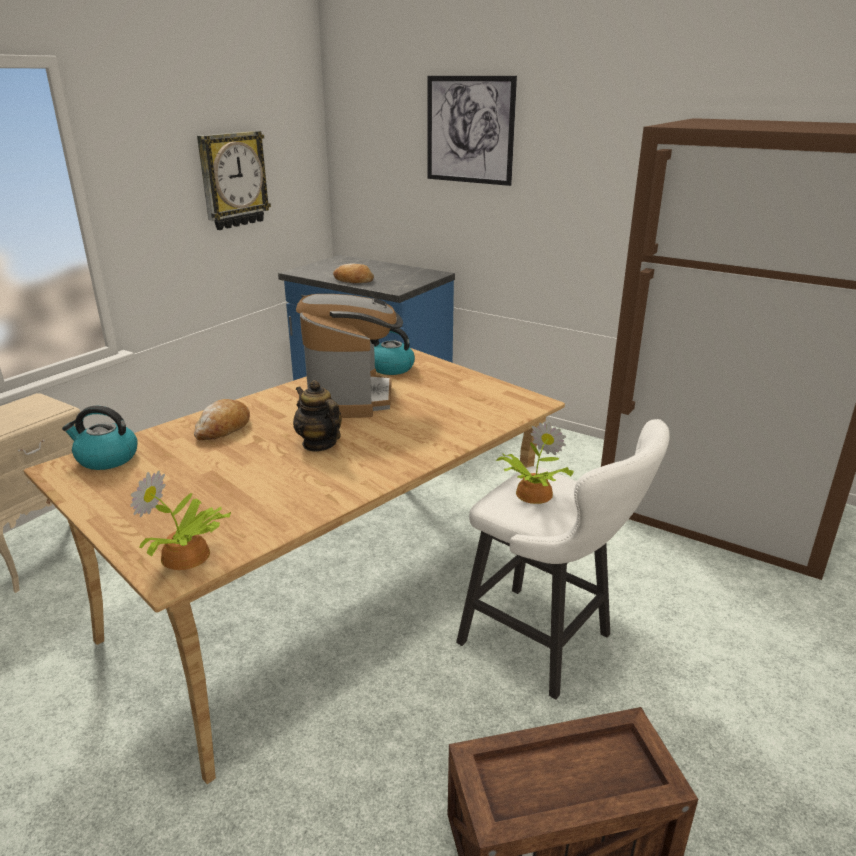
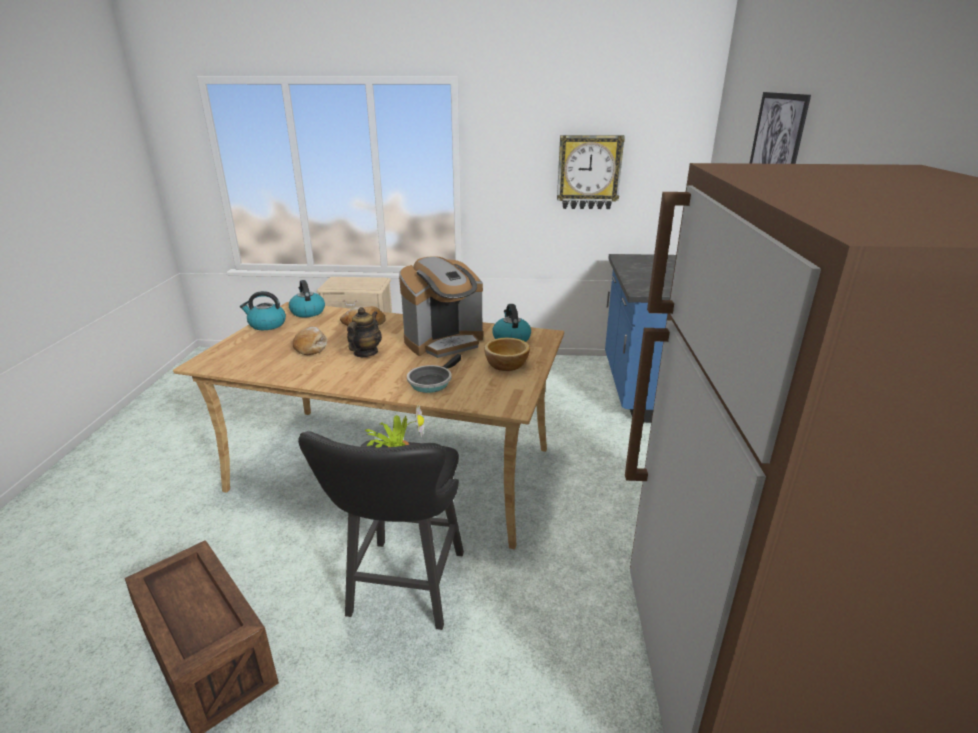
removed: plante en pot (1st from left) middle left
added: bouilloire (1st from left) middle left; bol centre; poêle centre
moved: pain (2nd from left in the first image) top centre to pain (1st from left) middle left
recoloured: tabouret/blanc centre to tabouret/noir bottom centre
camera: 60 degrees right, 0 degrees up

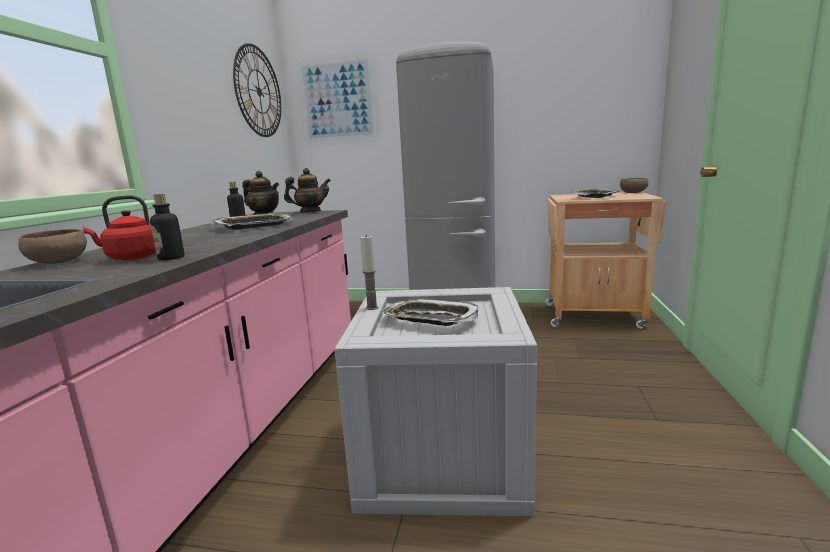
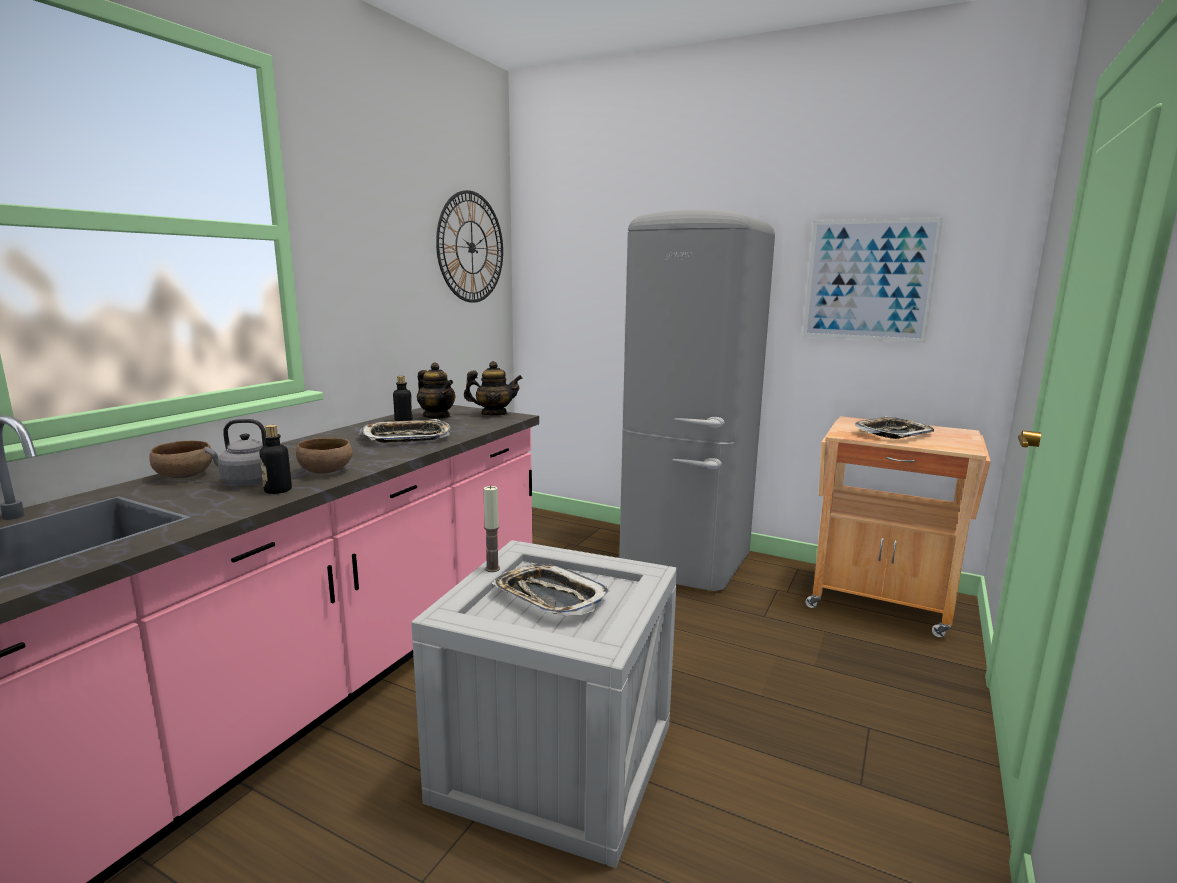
moved: tableau top centre to top right; bol/marron (2nd from left) middle right to middle left
recoloured: bouilloire/rouge middle left to bouilloire/gris middle left
camera: 15 degrees right, 0 degrees up

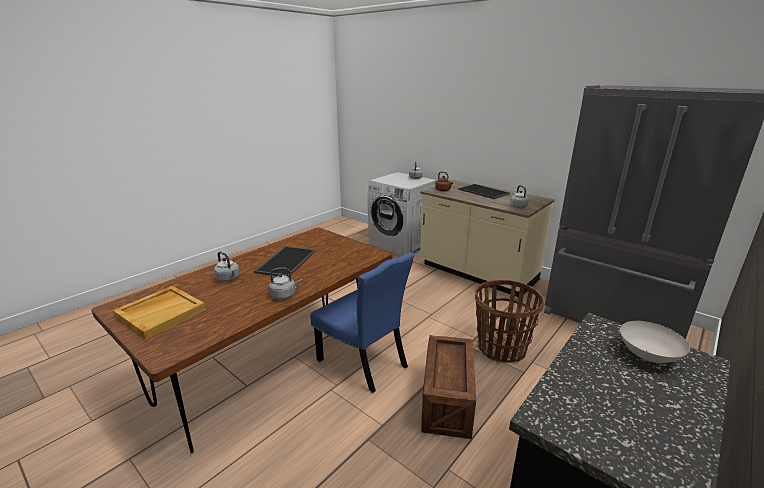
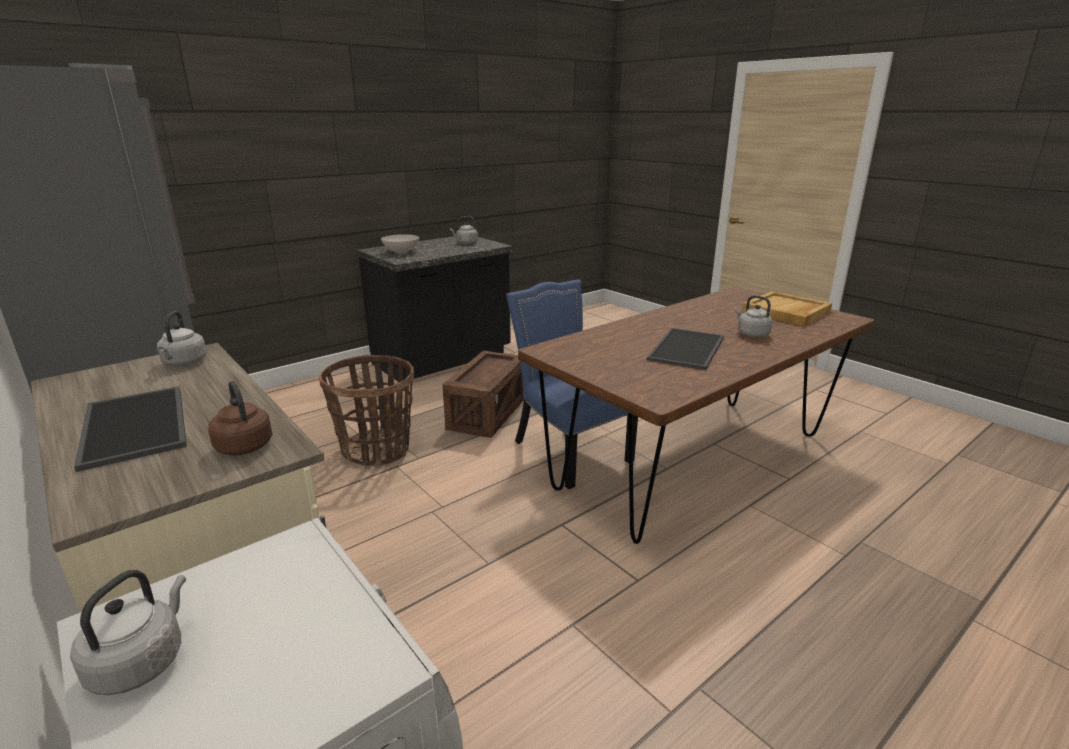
moved: bouilloire/gris (2nd from left in the first image) centre to bouilloire/gris (3rd from left) top centre
camera: 170 degrees left, 0 degrees up

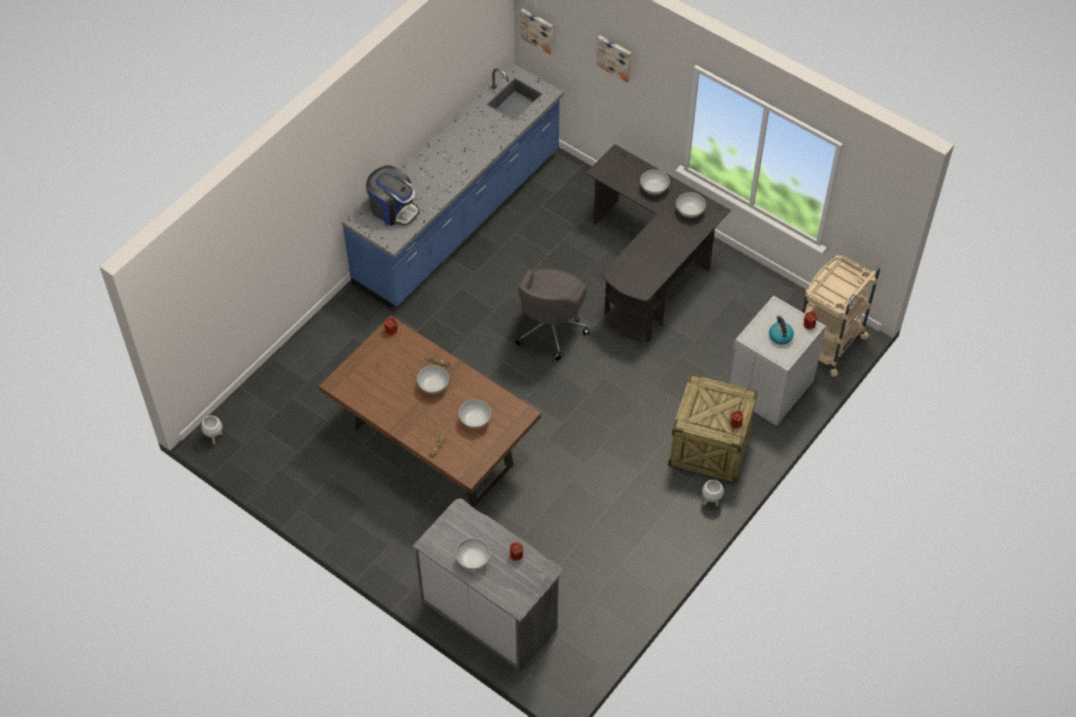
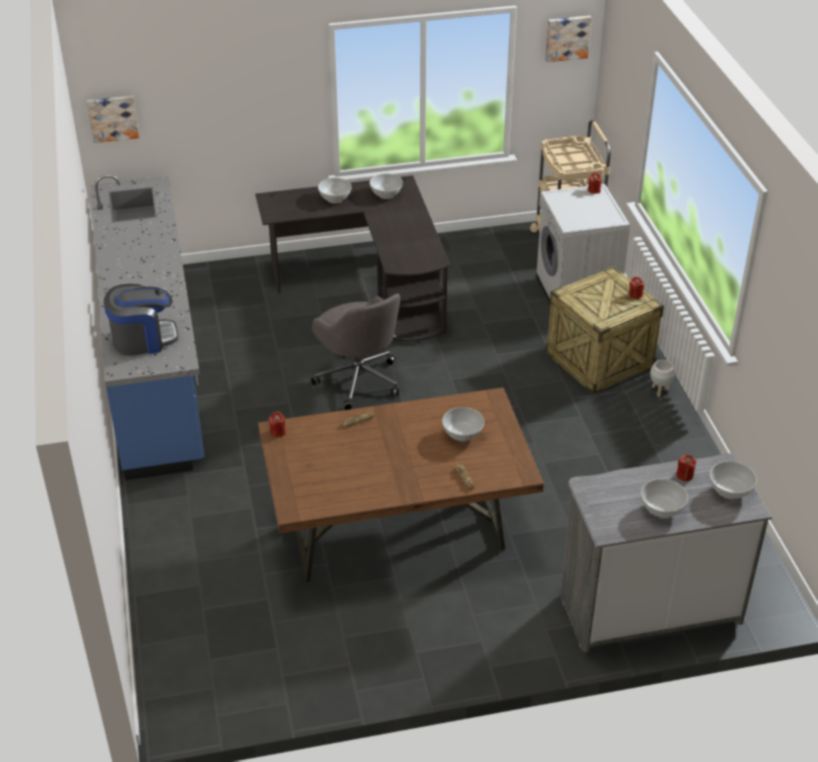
removed: bouilloire middle right; cache-pot/blanc (1st from left) middle left
moved: tableau (2nd from left) top centre to top right; bol/blanc (1st from left in the first image) centre to bol/blanc (5th from left) middle right
camera: 50 degrees left, 15 degrees down

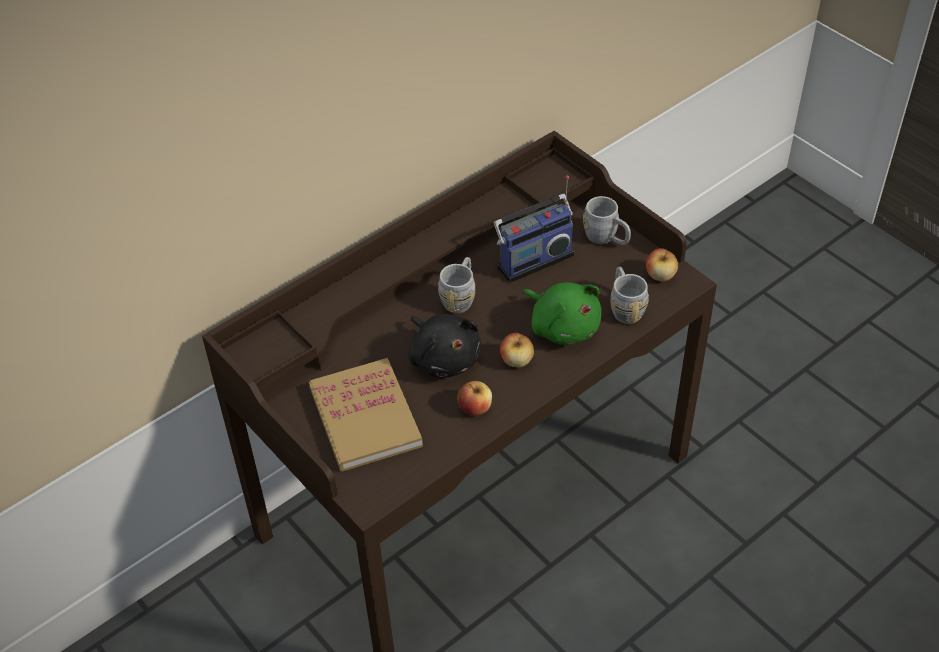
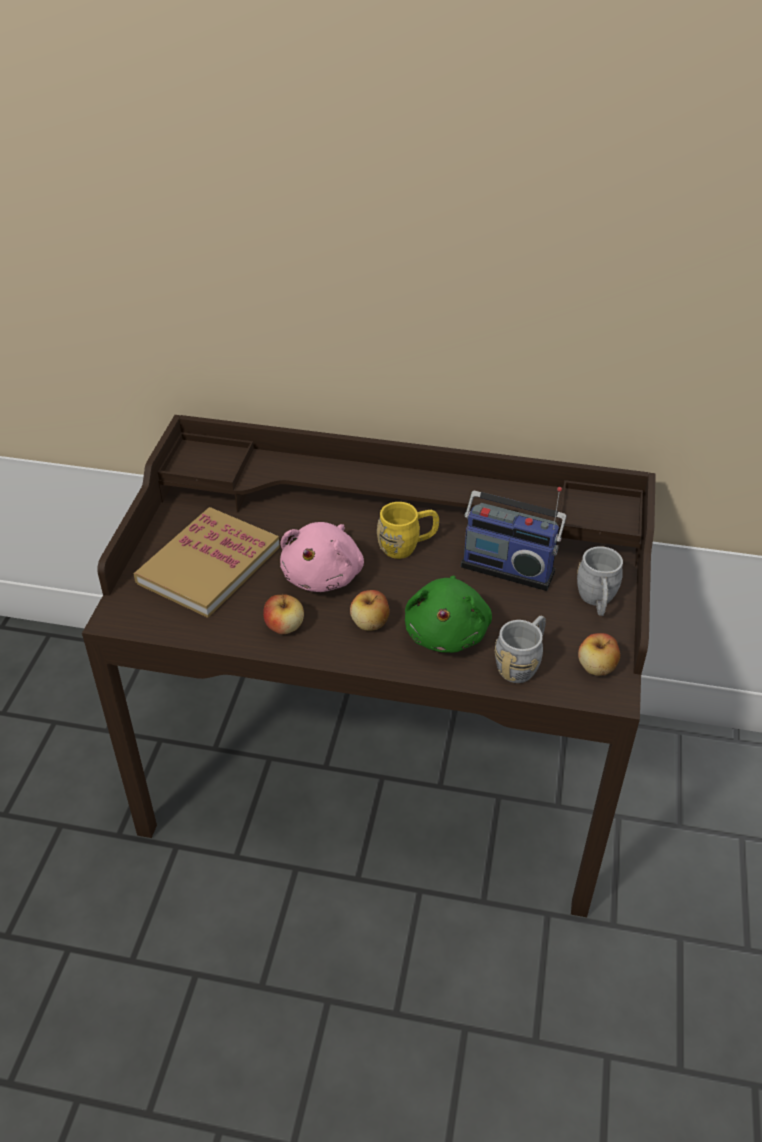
recoloured: mug/gris (1st from left) centre to mug/jaune centre; peluche/noir centre to peluche/rose centre
camera: 50 degrees right, 5 degrees down

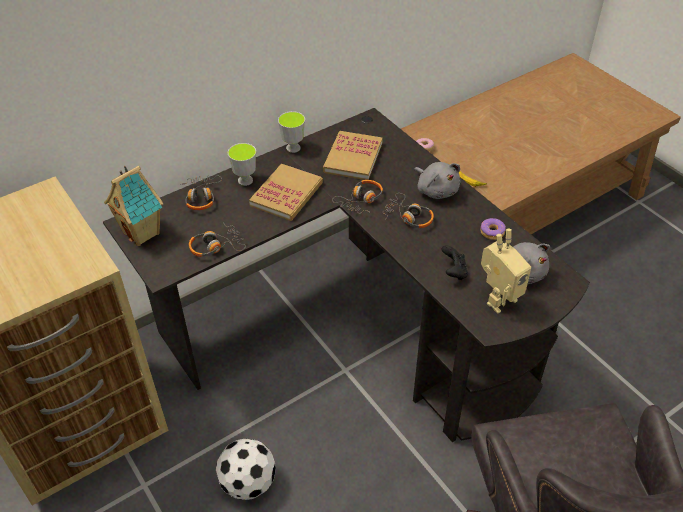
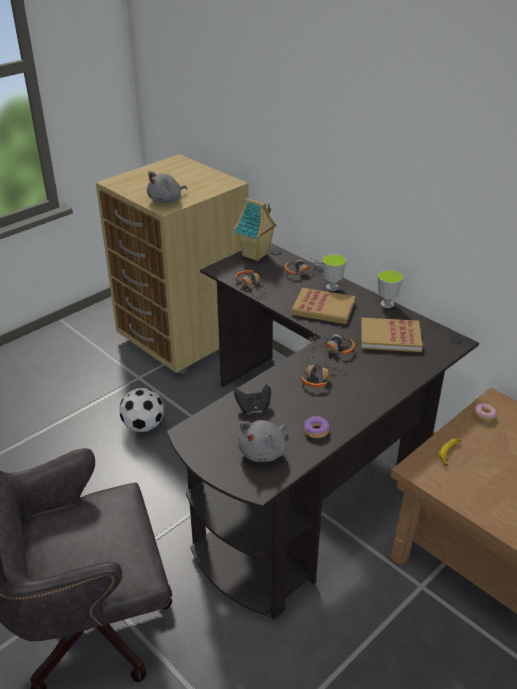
removed: robot jouet middle right
moved: peluche/gris (1st from left) centre to top left
camera: 80 degrees right, 10 degrees down

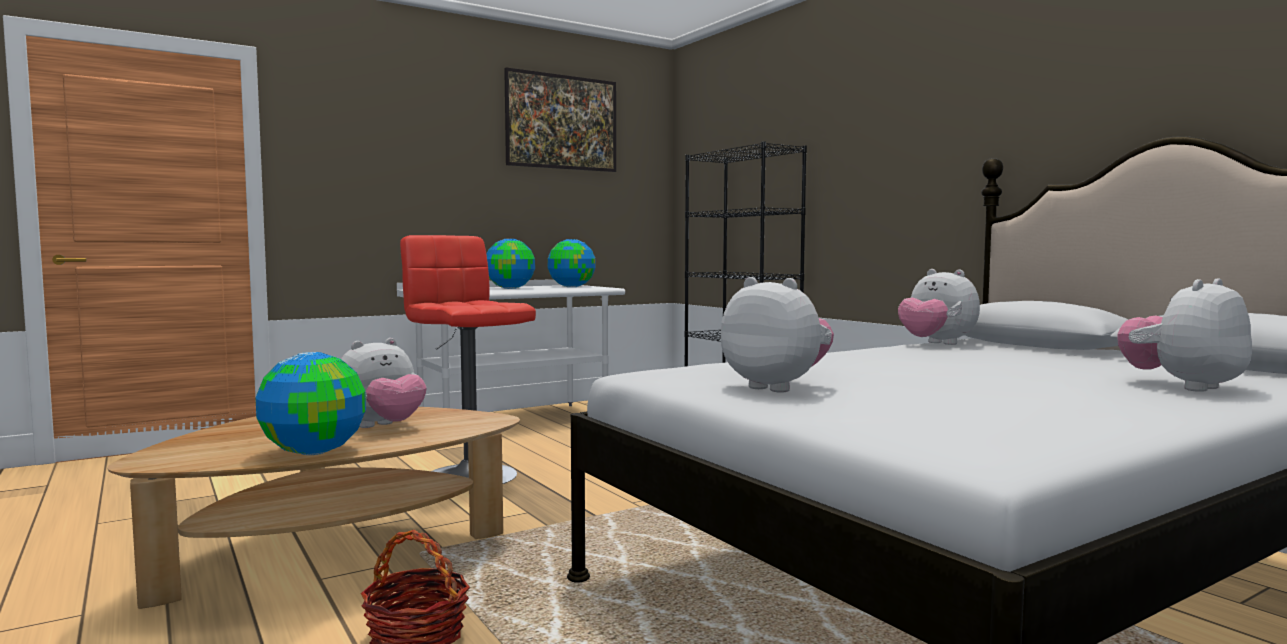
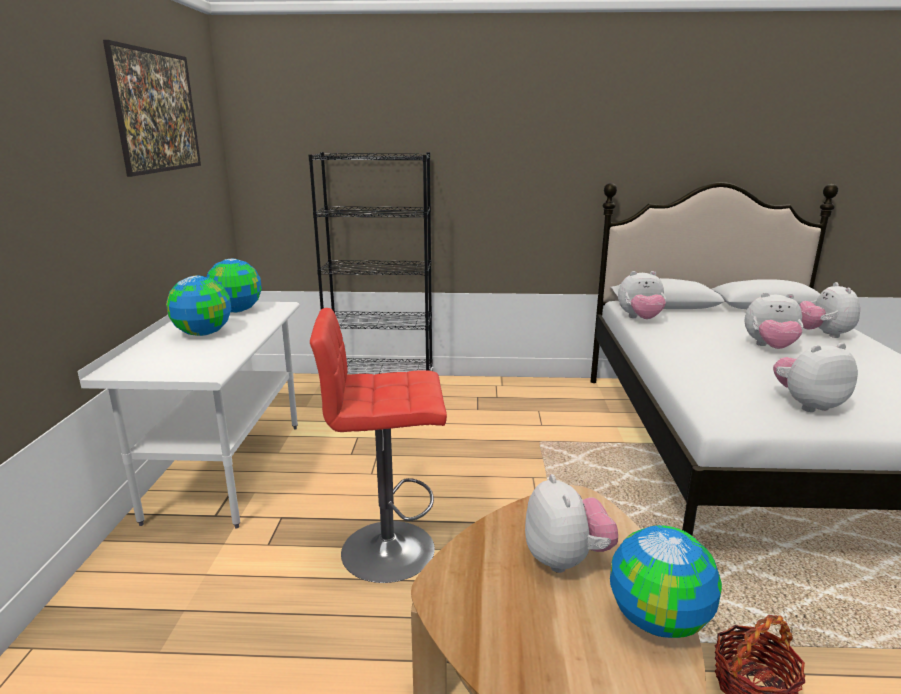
added: peluche (3rd from left) middle right
camera: 55 degrees left, 15 degrees up

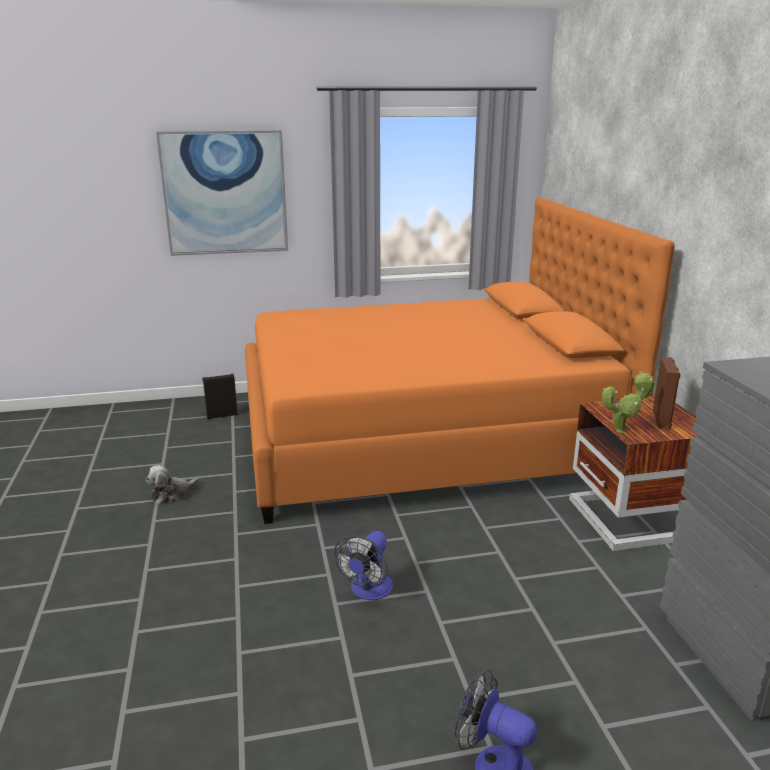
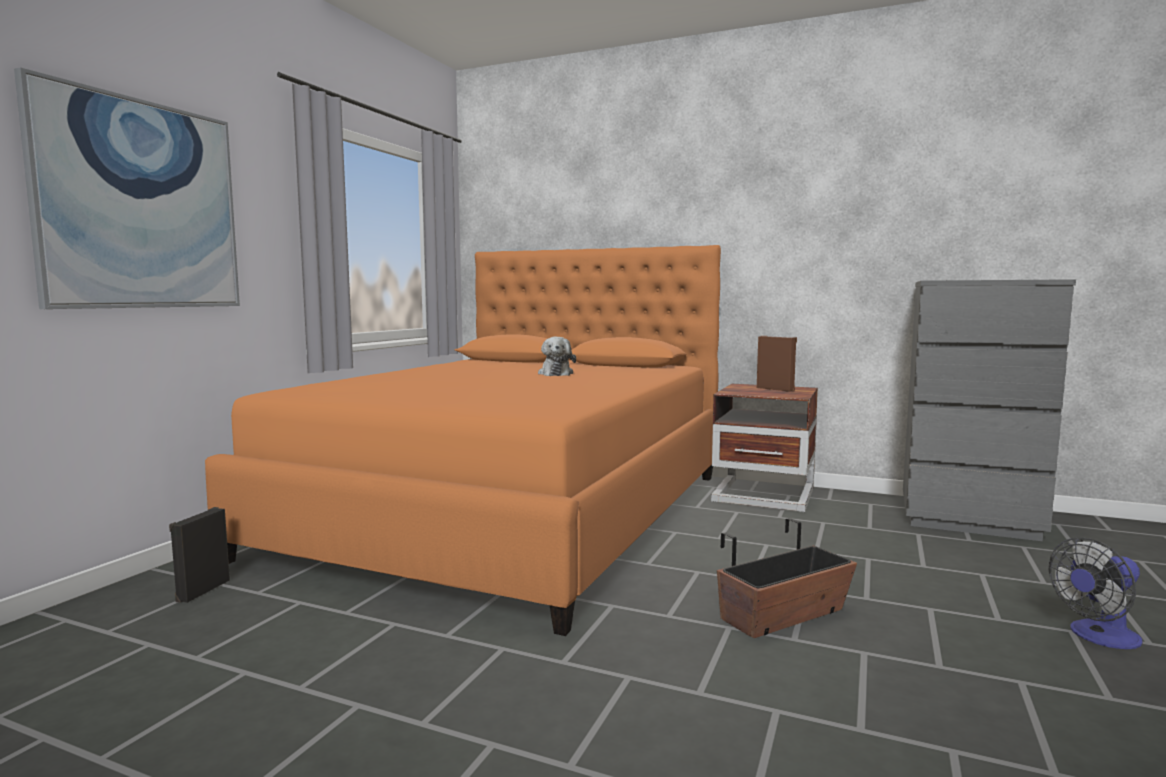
removed: plante en pot middle right
moved: peluche middle left to centre
replaced: ventilateur (1st from left) bottom centre to cache-pot bottom right
camera: 55 degrees left, 15 degrees down

